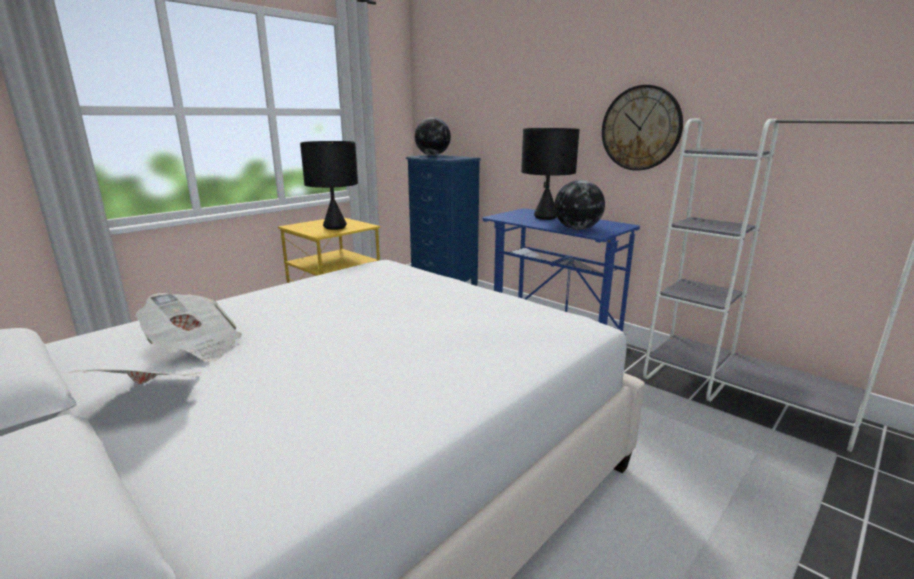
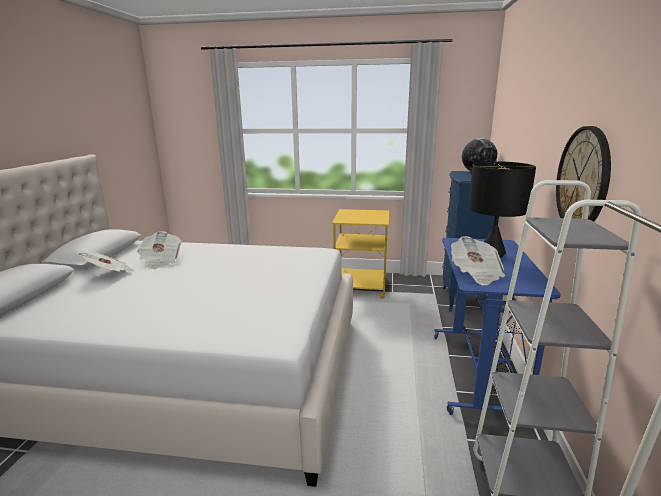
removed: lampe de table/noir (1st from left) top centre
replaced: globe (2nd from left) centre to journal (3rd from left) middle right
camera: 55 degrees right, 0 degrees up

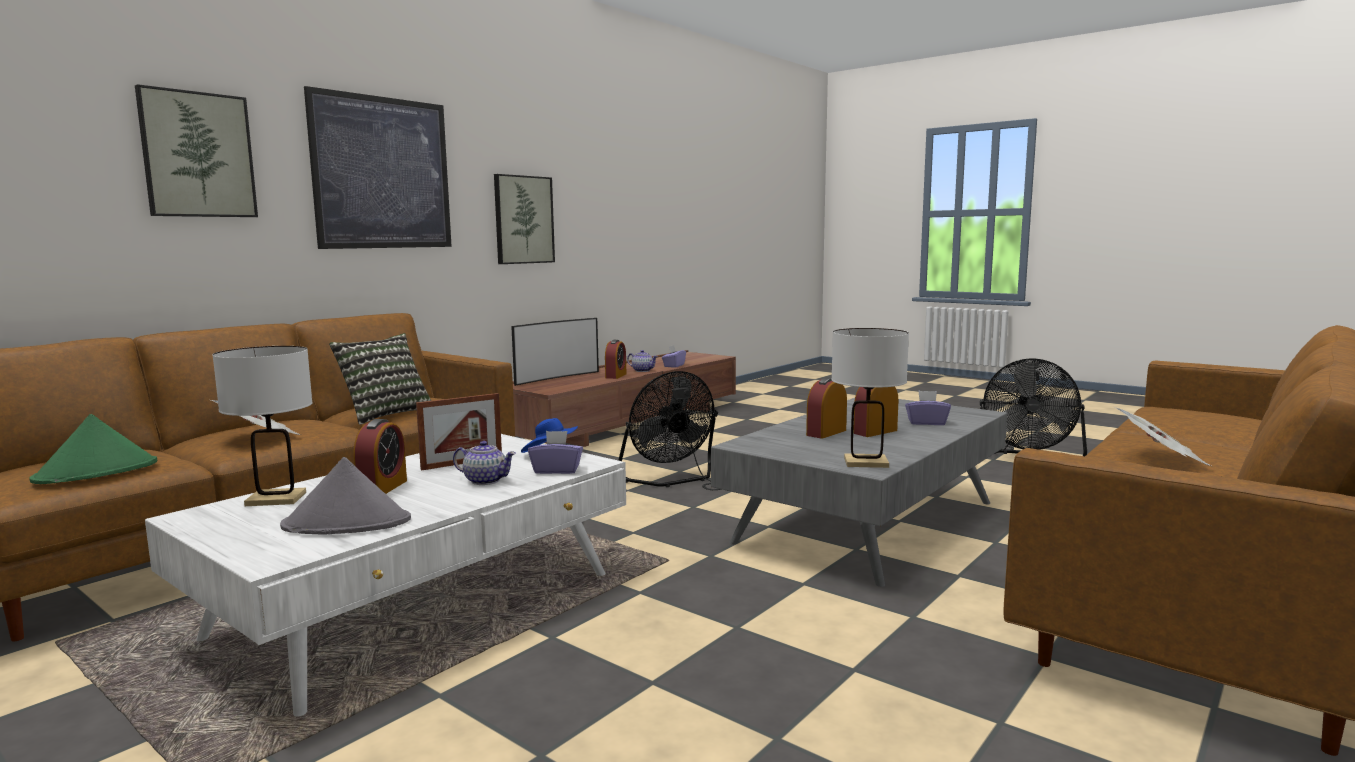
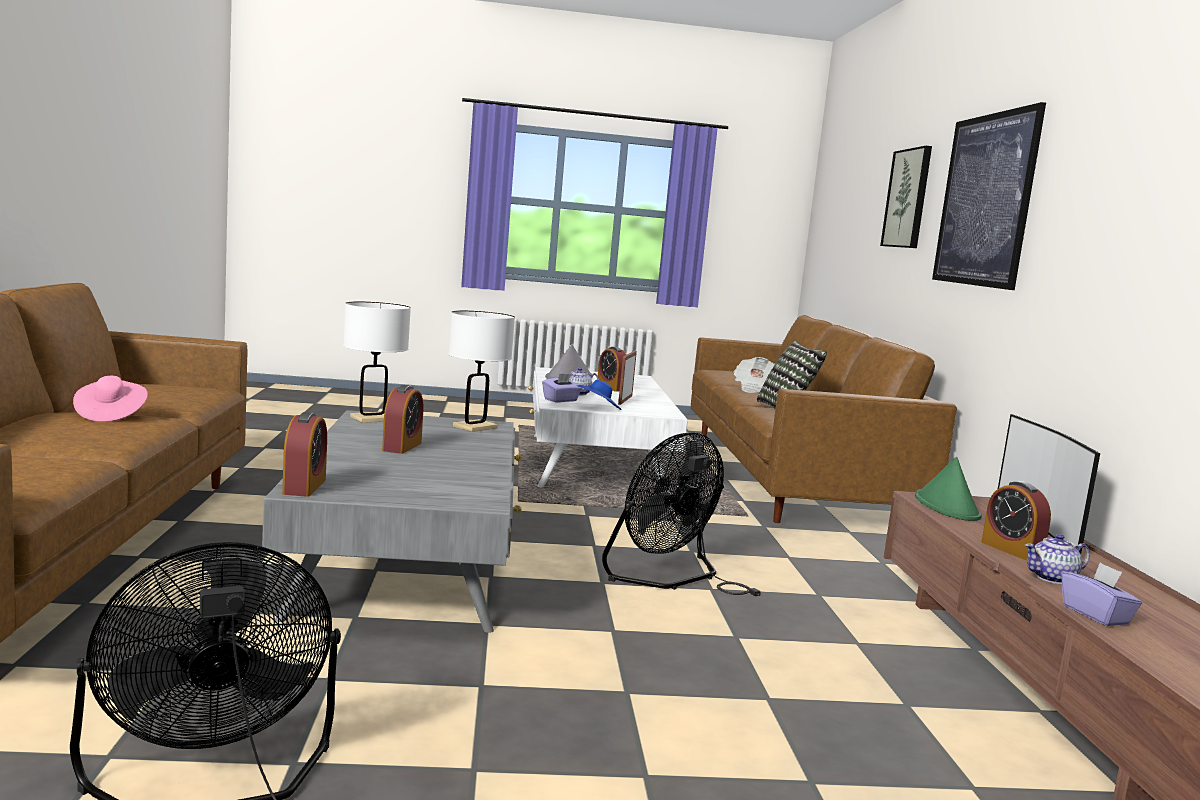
removed: tableau (3rd from left) top centre; boîte à mouchoirs/violet (3rd from left) middle right
moved: lampe de table/blanc (1st from left in the first image) middle left to lampe de table/blanc (2nd from left) centre; réveil (3rd from left in the first image) centre to réveil (1st from left) middle left; chapeau/vert middle left to middle right
replaced: journal (2nd from left) middle right to chapeau/rose middle left
turned: ventilateur/noir (1st from left in the first image) centre = centre 150 degrees counterclockwise
camera: 135 degrees right, 0 degrees up

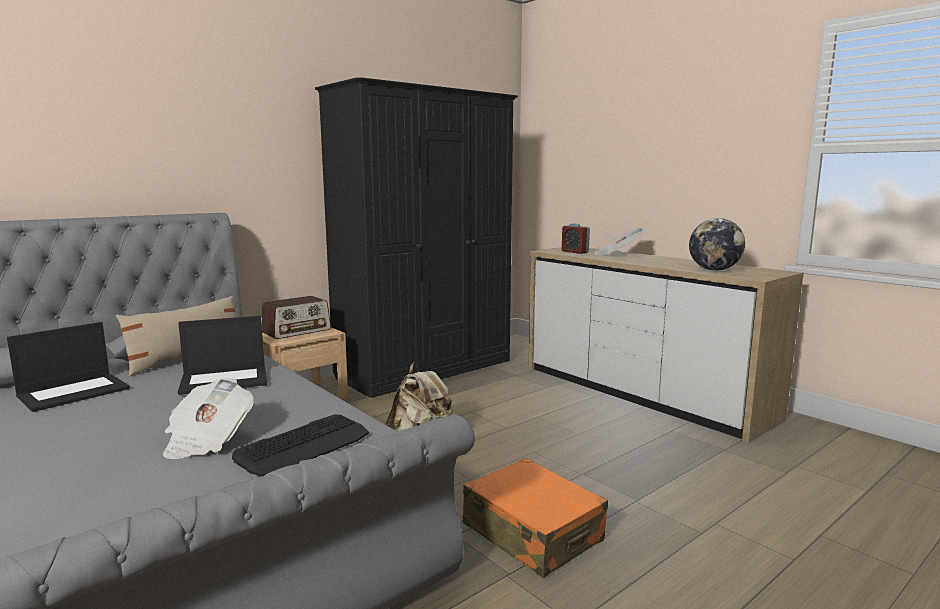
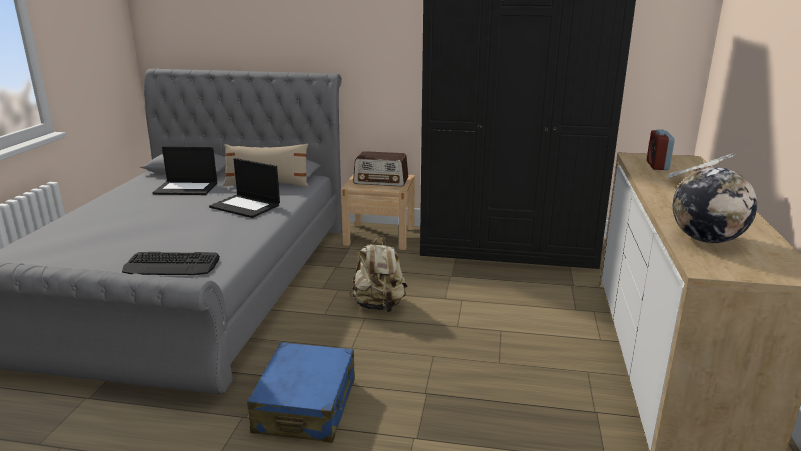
removed: journal (1st from left) bottom left
recoloured: valise/orange bottom centre to valise/bleu bottom centre
camera: 50 degrees right, 10 degrees up

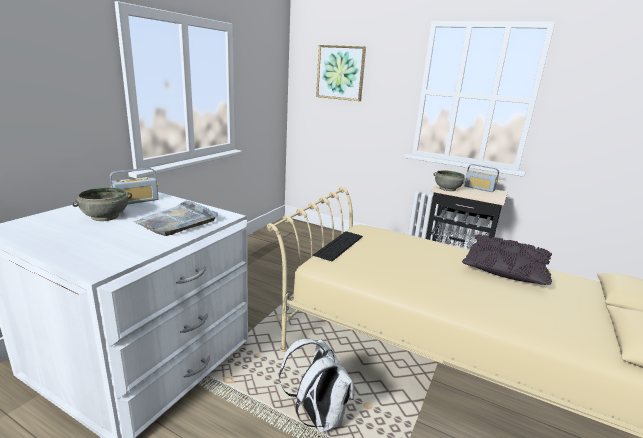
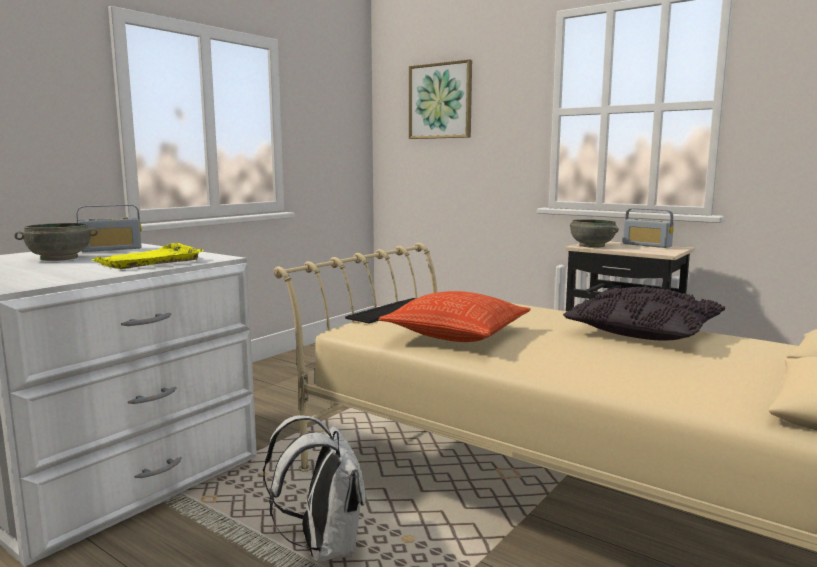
added: coussin/orange centre
recoloured: plateau/gris middle left to plateau/jaune middle left
camera: 10 degrees right, 10 degrees down

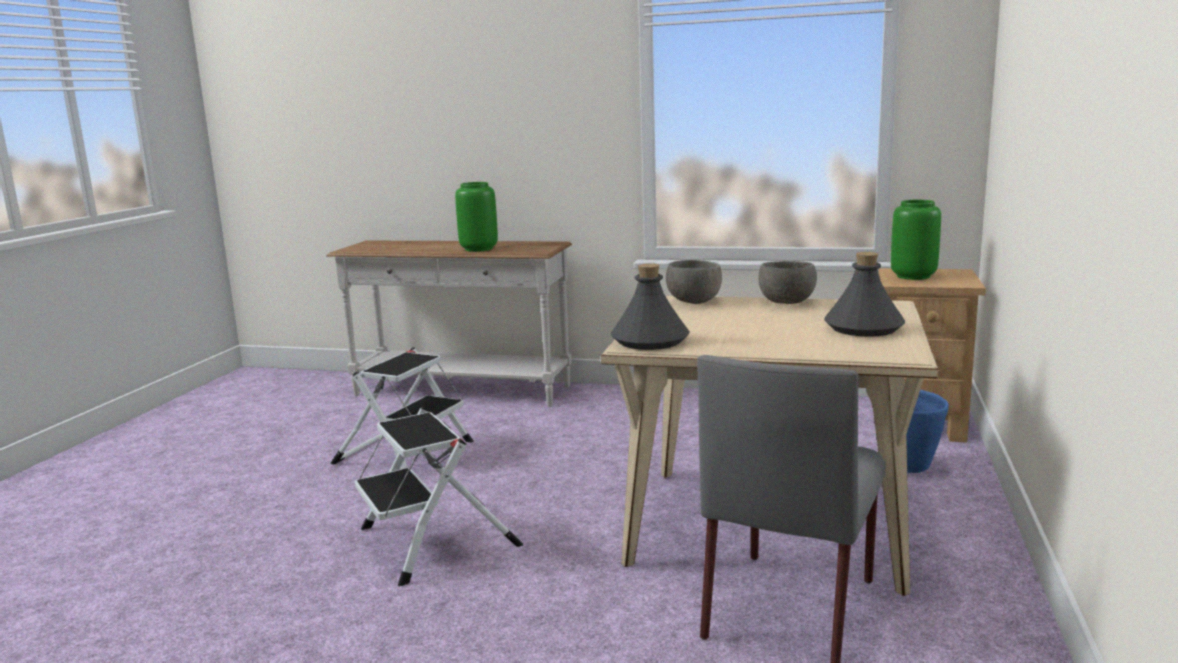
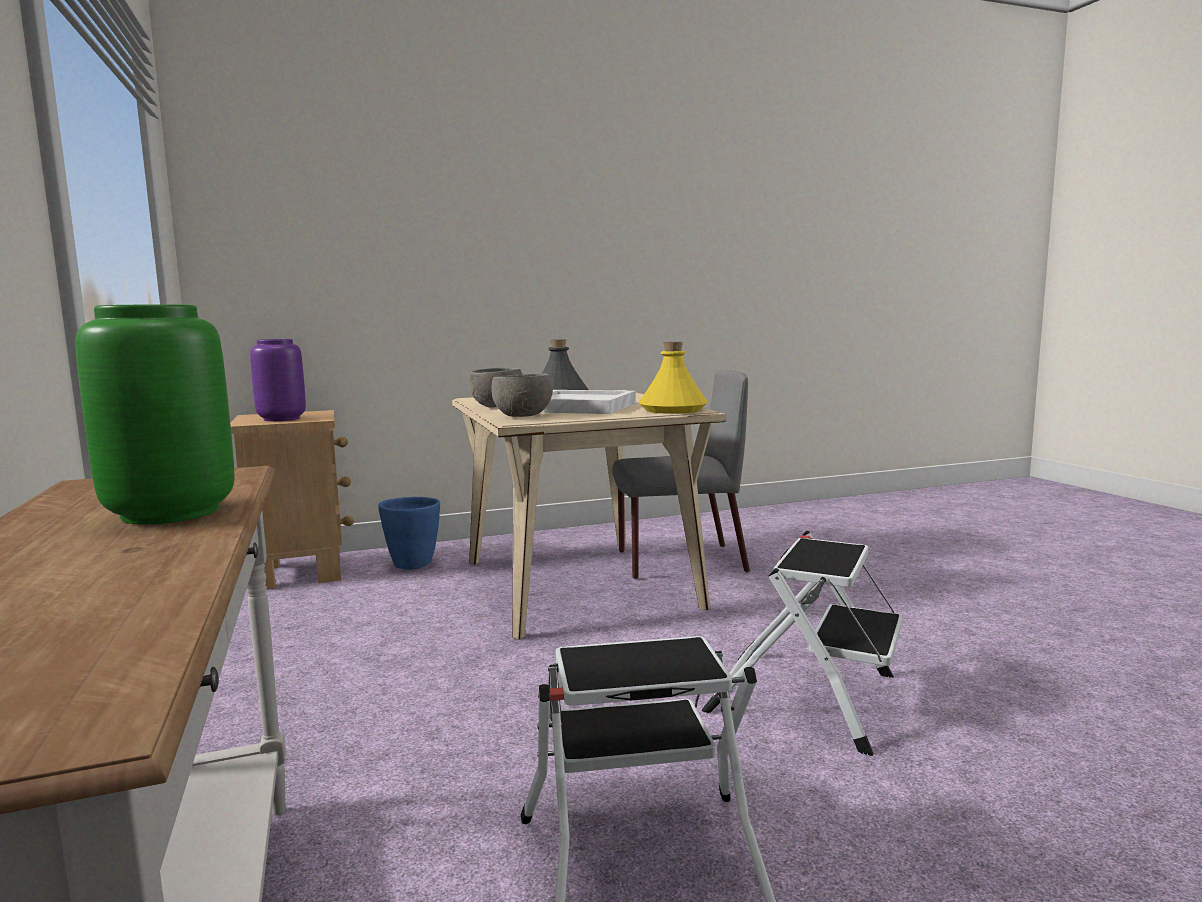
added: plateau/blanc centre
recoloured: vase/vert (2nd from left) middle right to vase/violet middle left; bouteille/gris (1st from left) centre to bouteille/jaune centre
camera: 125 degrees left, 5 degrees down

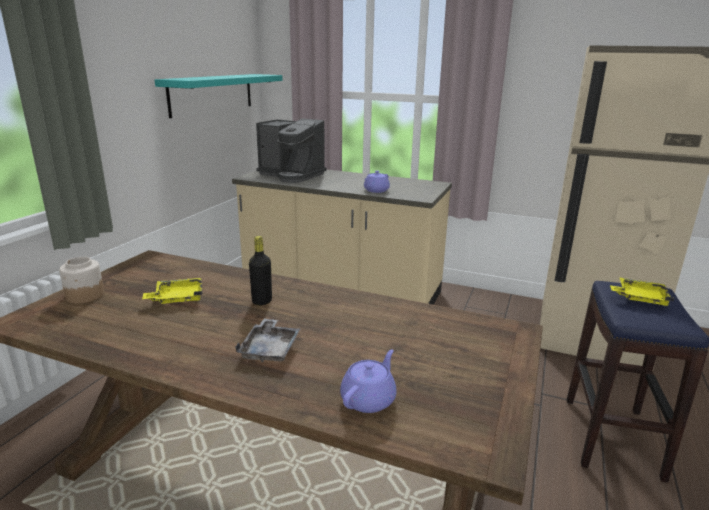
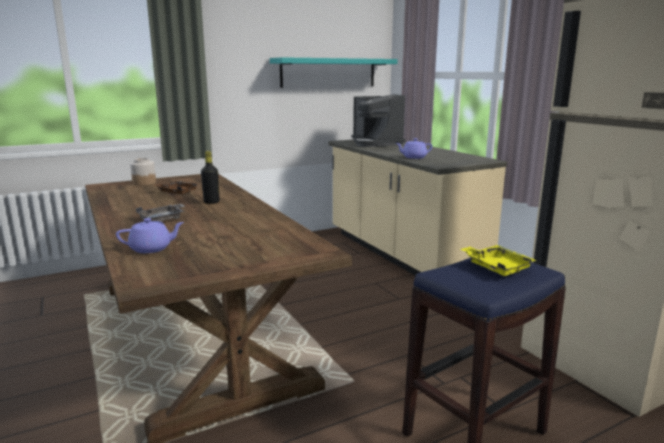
recoloured: plateau/jaune (1st from left) middle left to plateau/marron middle left
camera: 40 degrees right, 5 degrees down

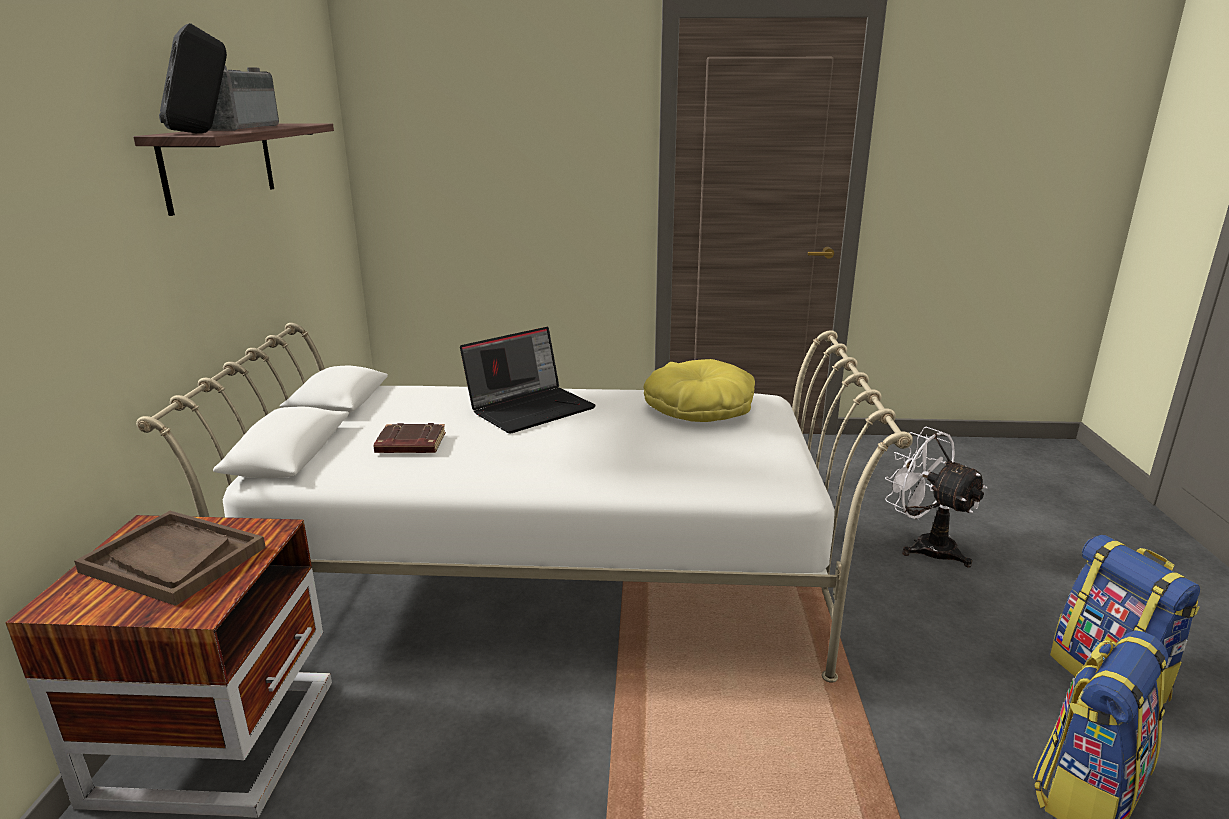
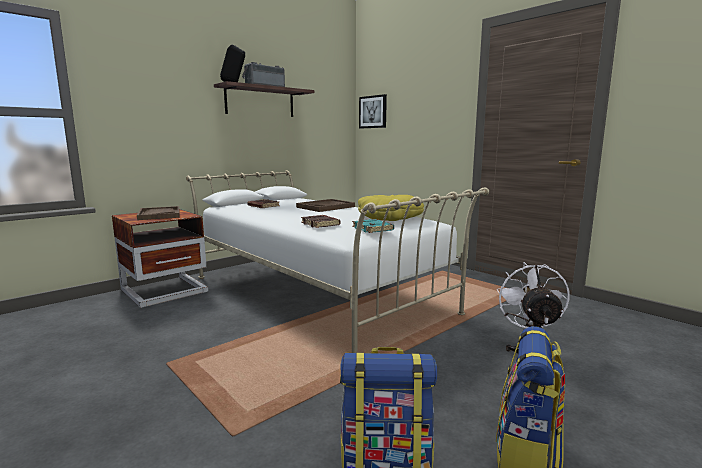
added: tableau top centre; livre/marron (2nd from left) centre; livre/turquoise centre
replaced: ordinateur portable centre to plateau/marron (2nd from left) centre
camera: 45 degrees right, 10 degrees down

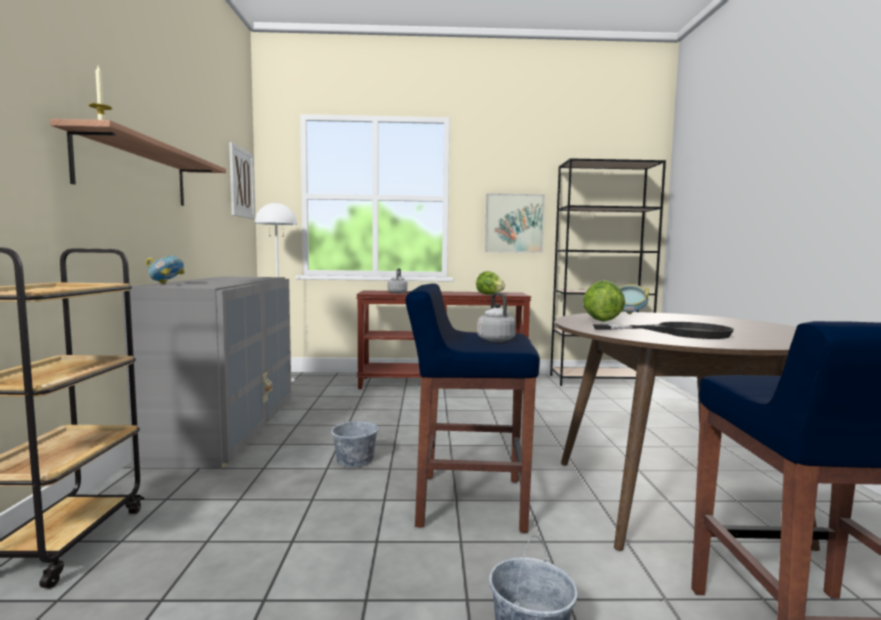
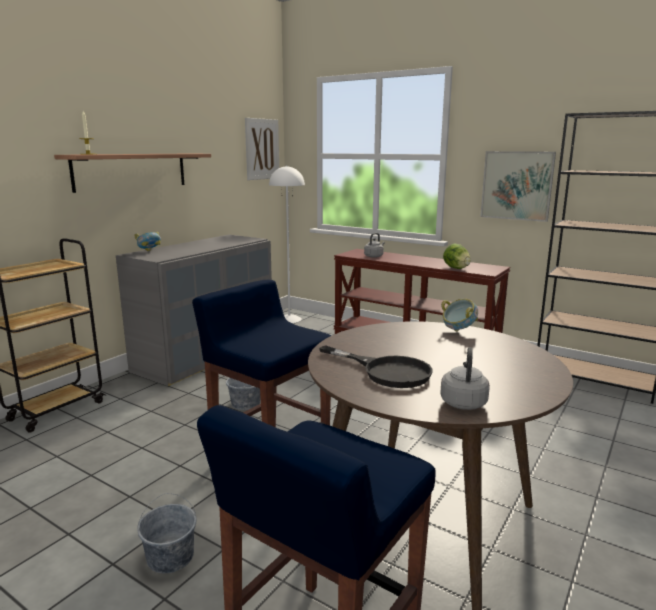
removed: laitue (2nd from left) middle right
moved: bouilloire/gris (2nd from left) centre to middle right
camera: 35 degrees right, 10 degrees up

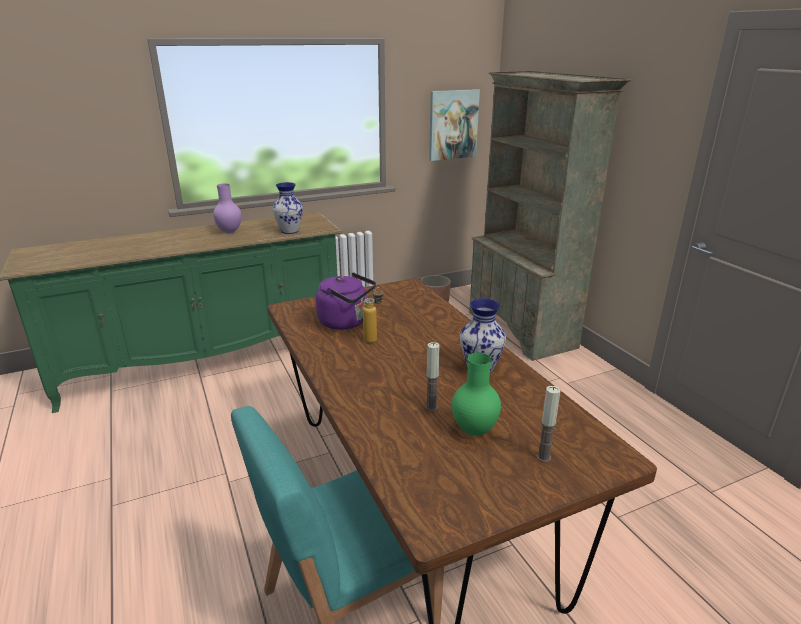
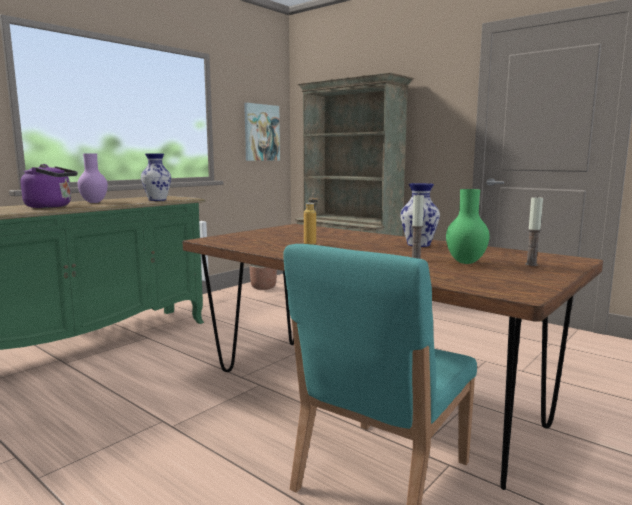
moved: bouilloire/violet centre to middle left
camera: 25 degrees left, 15 degrees down

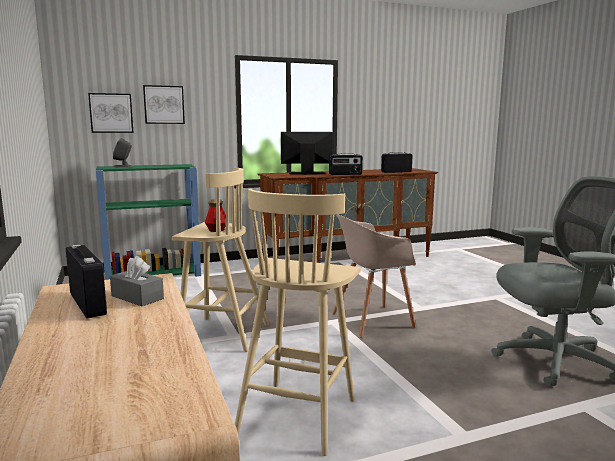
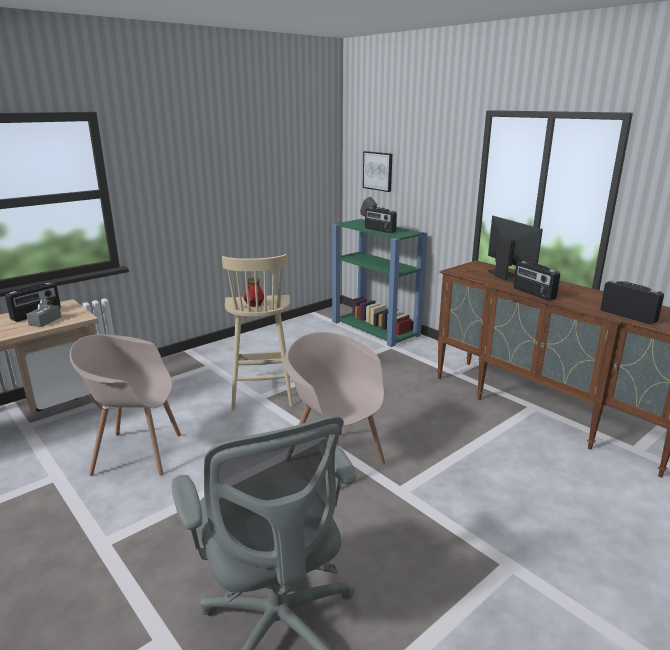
removed: tableau (2nd from left) top left
added: radio (2nd from left) centre
replaced: tabouret/beige (2nd from left) bottom centre to chaise/beige (1st from left) middle left
camera: 70 degrees right, 10 degrees up

